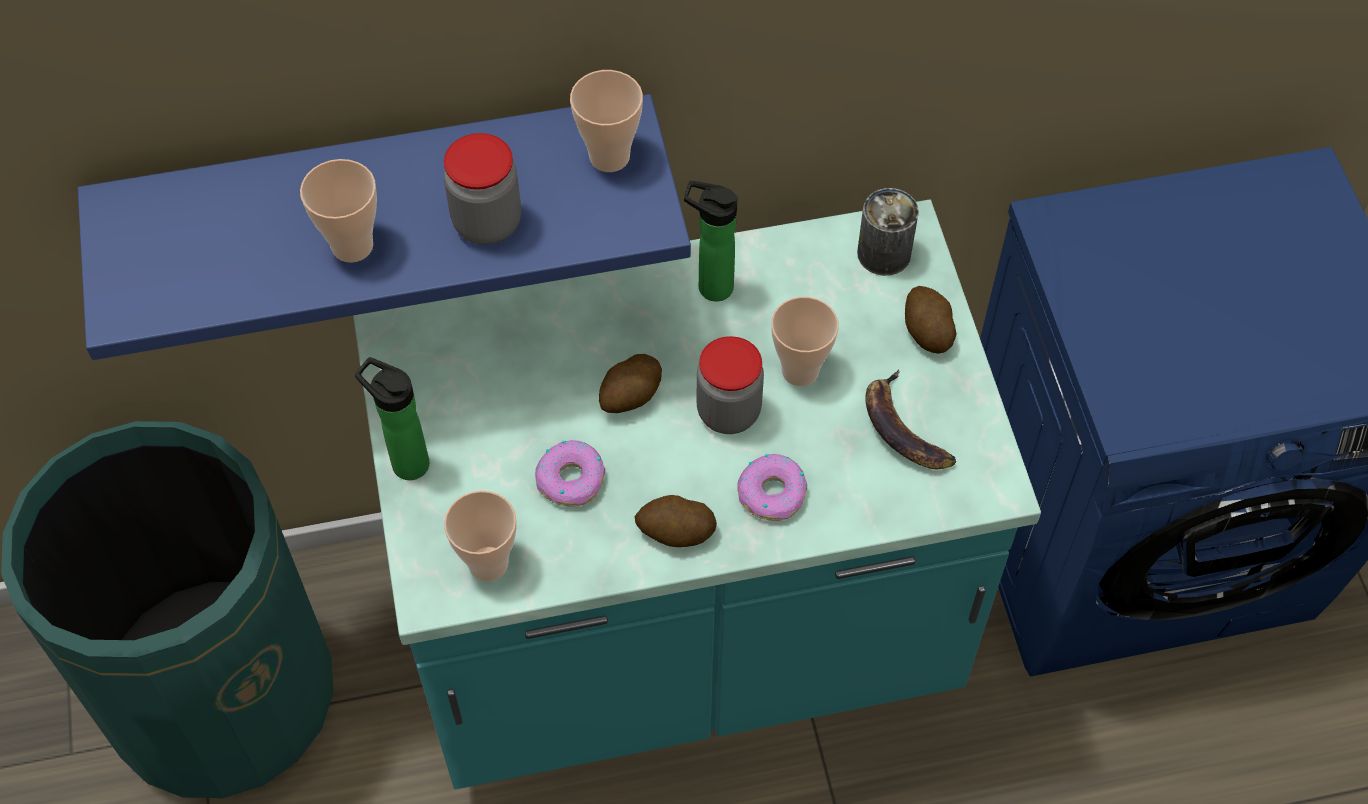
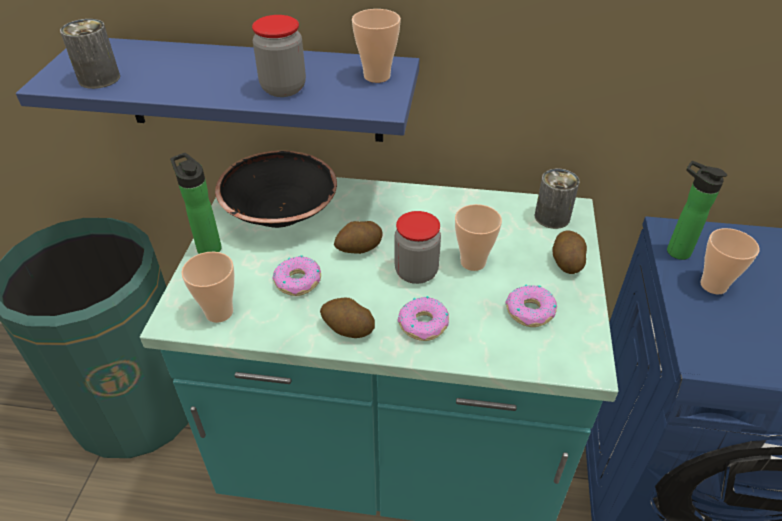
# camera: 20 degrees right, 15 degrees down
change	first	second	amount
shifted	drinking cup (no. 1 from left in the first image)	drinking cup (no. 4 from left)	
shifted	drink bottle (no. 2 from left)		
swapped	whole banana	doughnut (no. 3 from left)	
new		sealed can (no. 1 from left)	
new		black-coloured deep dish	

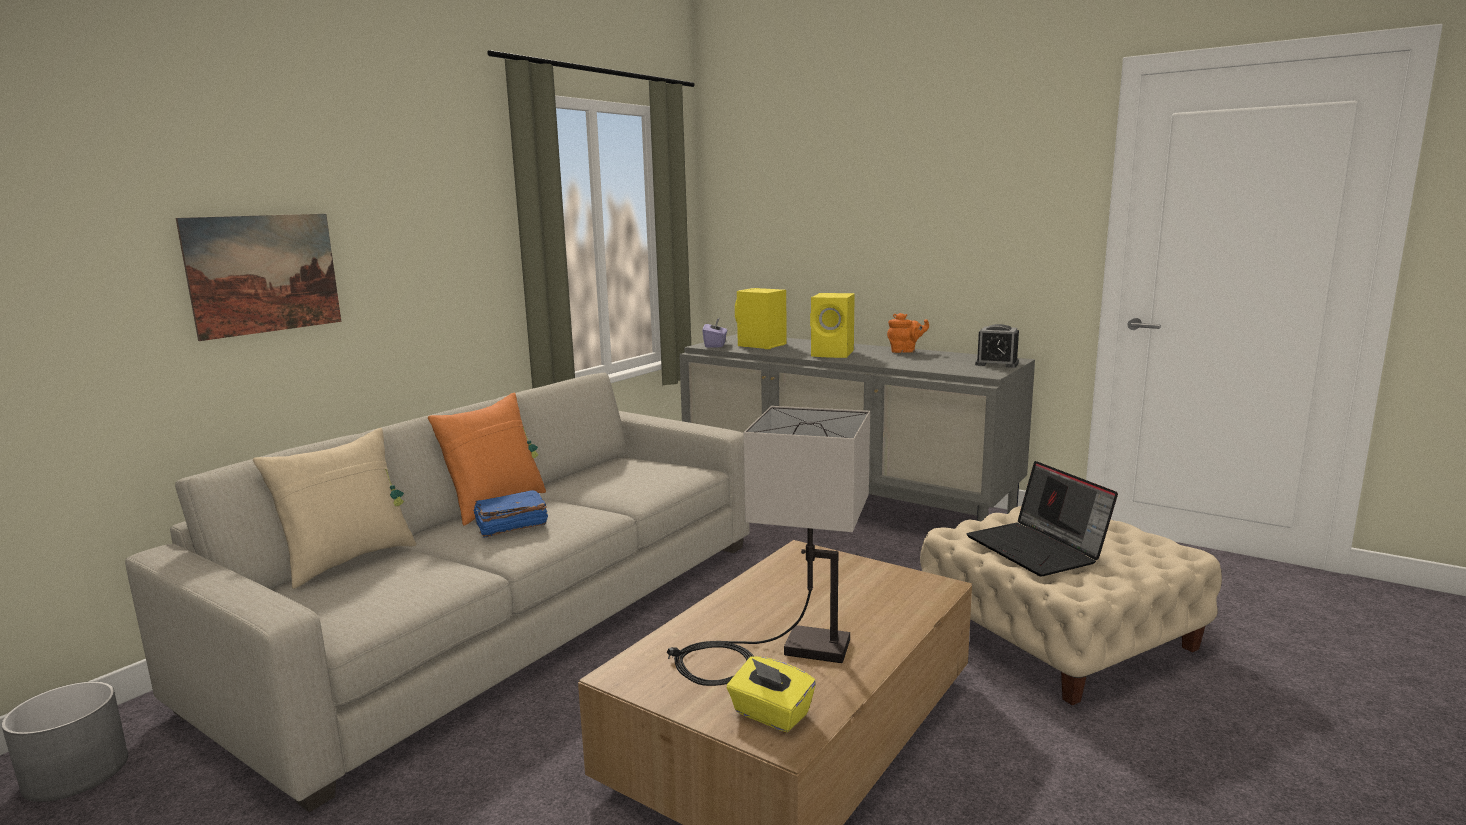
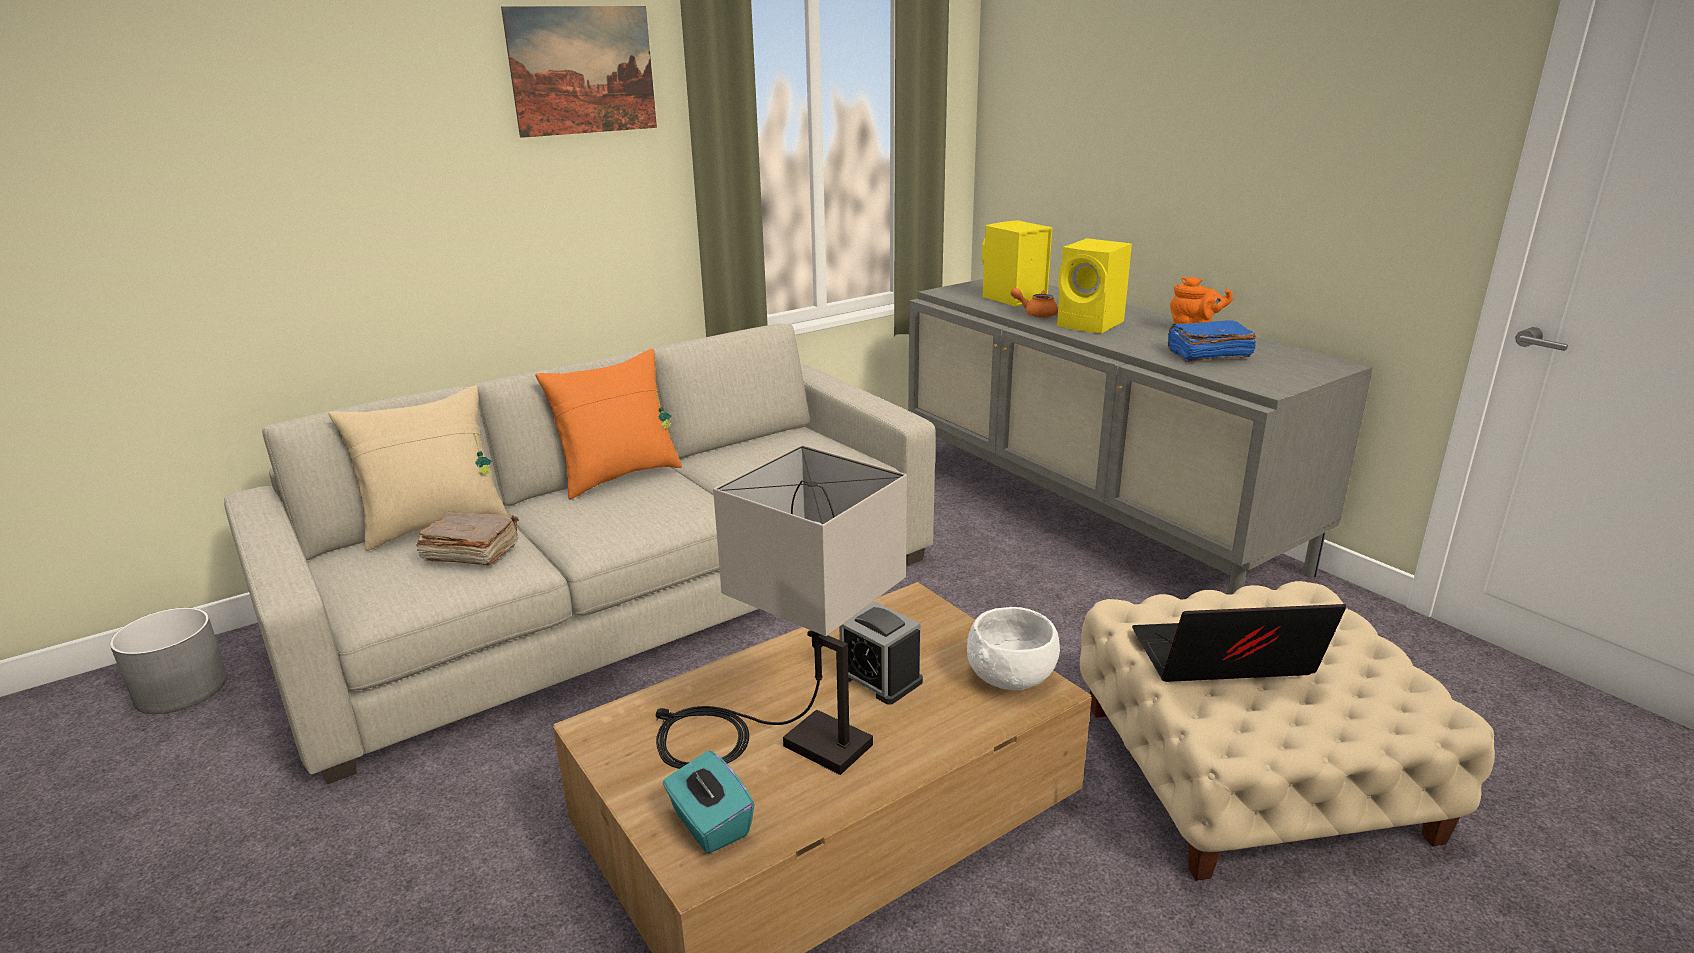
# camera: 20 degrees right, 10 degrees up
change	first	second	amount
shifted	wall picture		
shifted	bluish book		
gone	purple-coloured tissue holder		
repainted	yellow-coloured tissue holder	turquoise-coloured tissue holder	
rotated	laptop		90 degrees clockwise
shifted	bedside clock		
new		brownish book	
new		white-coloured deep dish	
new		orange teapot (no. 1 from left)	

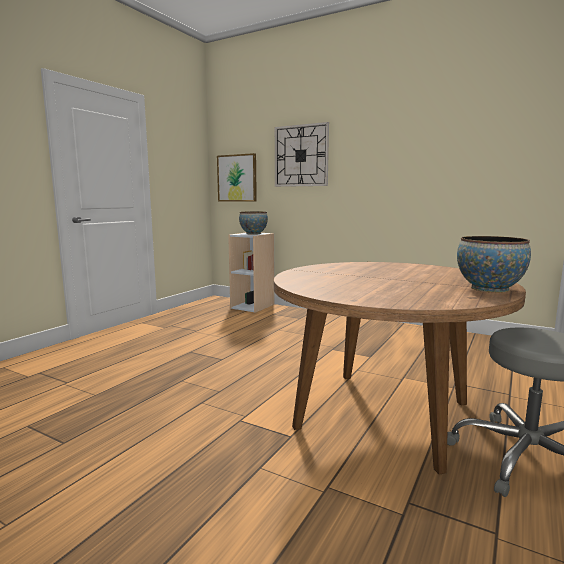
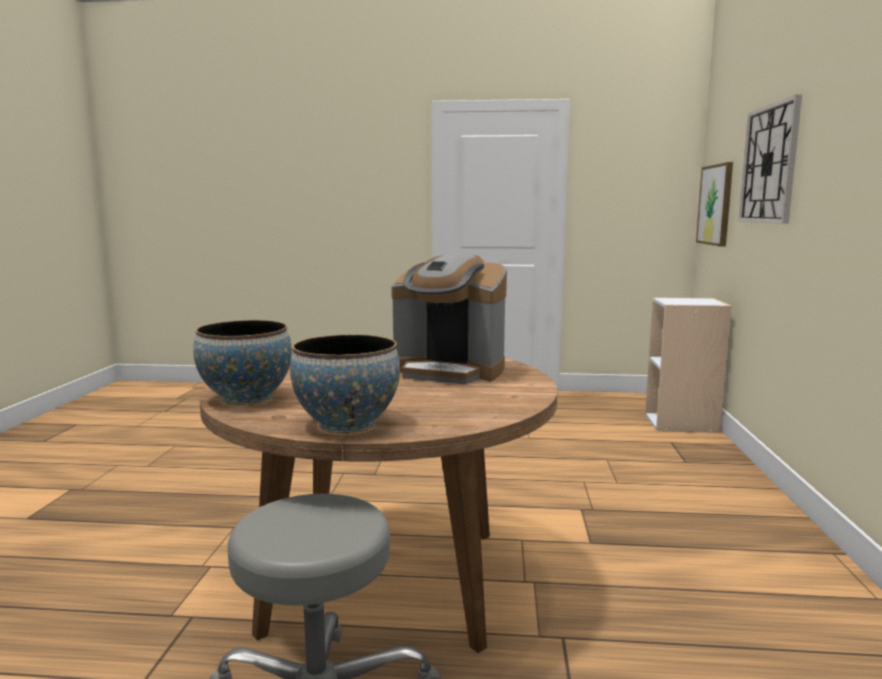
# camera: 65 degrees right, 0 degrees up
change	first	second	amount
shifted	deep dish (no. 1 from left)		
new		coffee machine	

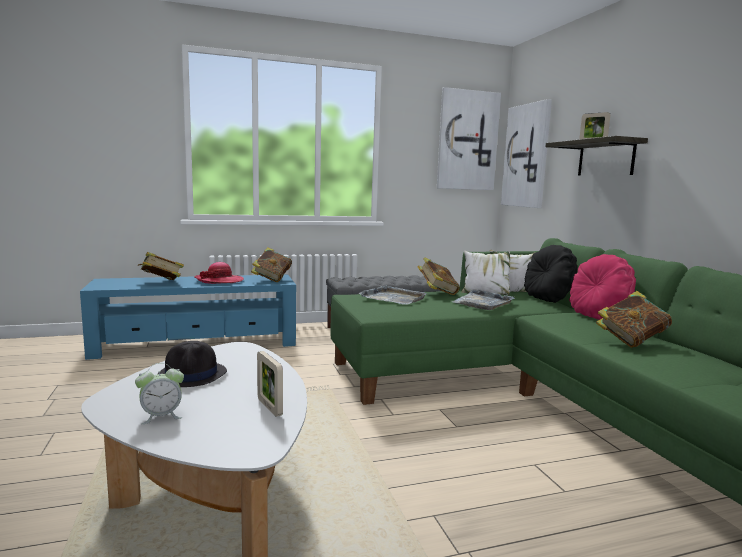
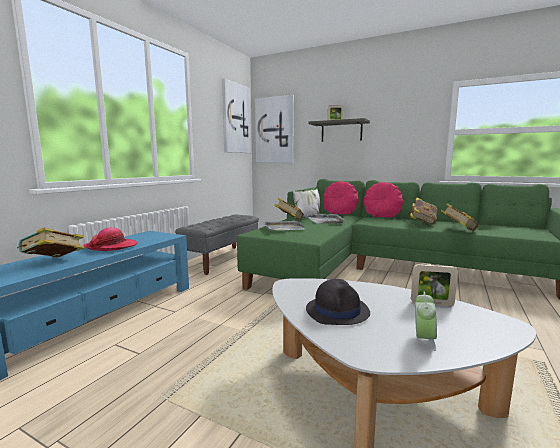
# camera: 45 degrees left, 0 degrees up
change	first	second	amount
shifted	book (no. 2 from left in the first image)	book (no. 4 from left)	
repainted	black-coloured cushion	pink cushion (no. 1 from left)	

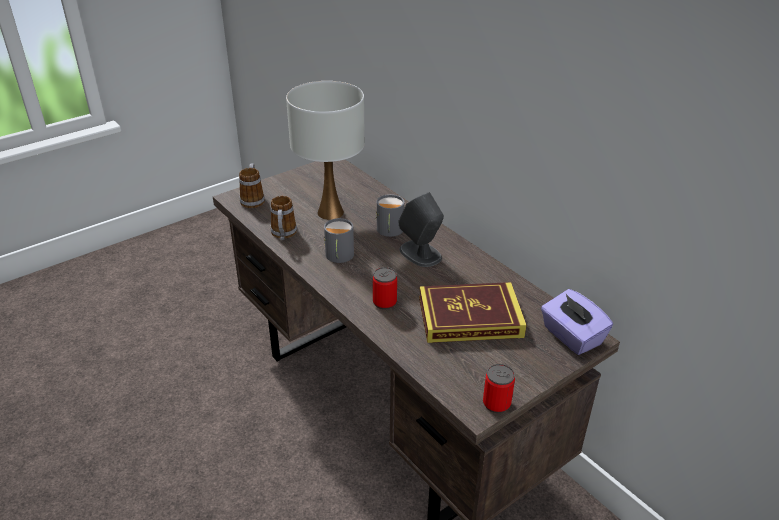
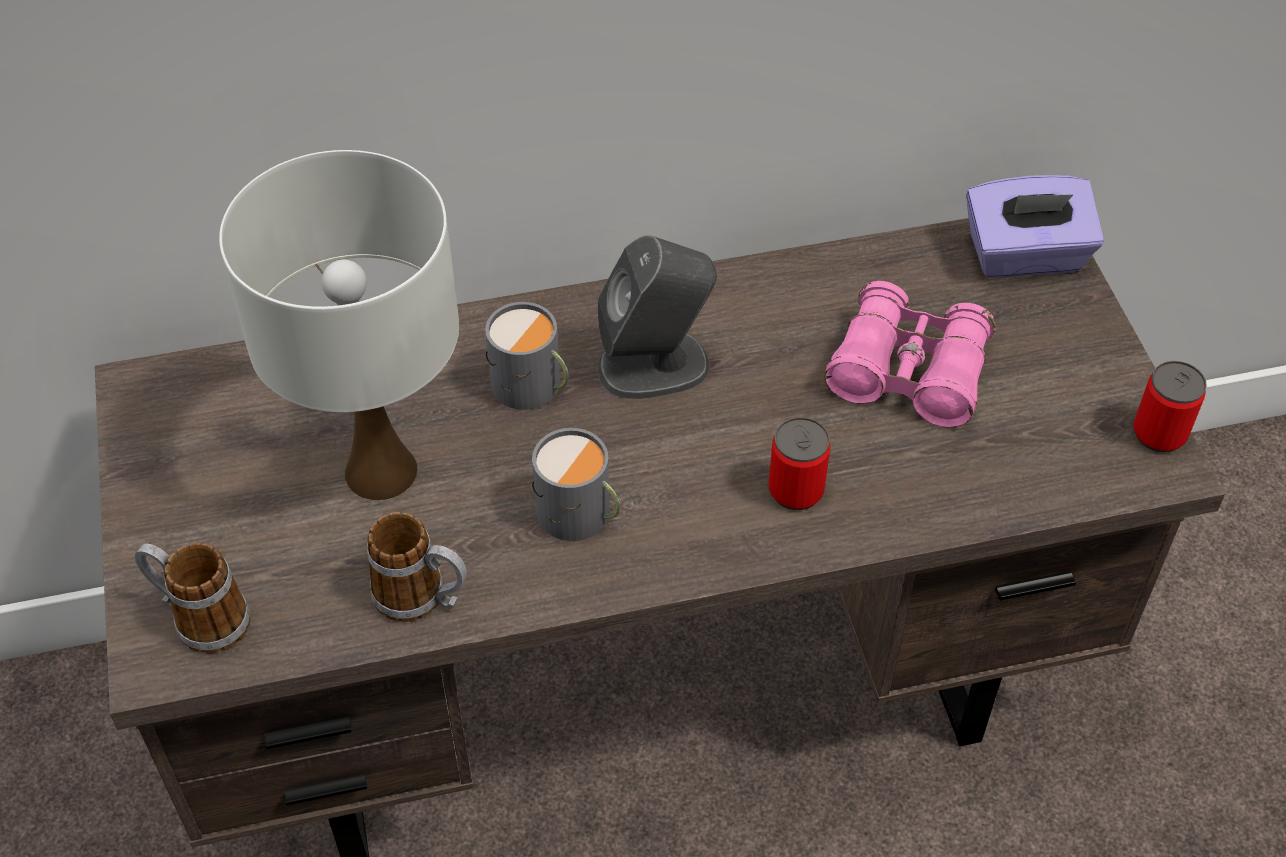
# camera: 65 degrees left, 15 degrees up
change	first	second	amount
swapped	book	pink pair of binoculars	

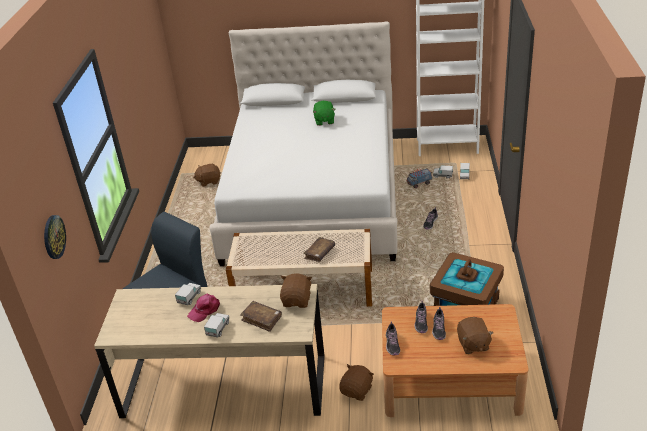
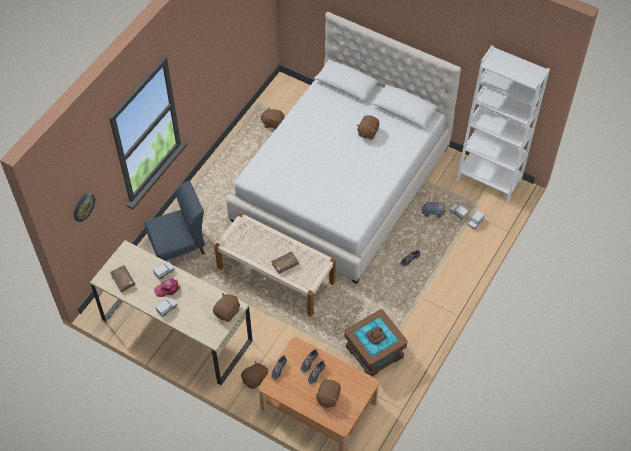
# camera: 25 degrees right, 20 degrees up
change	first	second	amount
shifted	brownish book (no. 1 from left)		
repainted	green-coloured soft toy	brownish soft toy (no. 5 from left)	

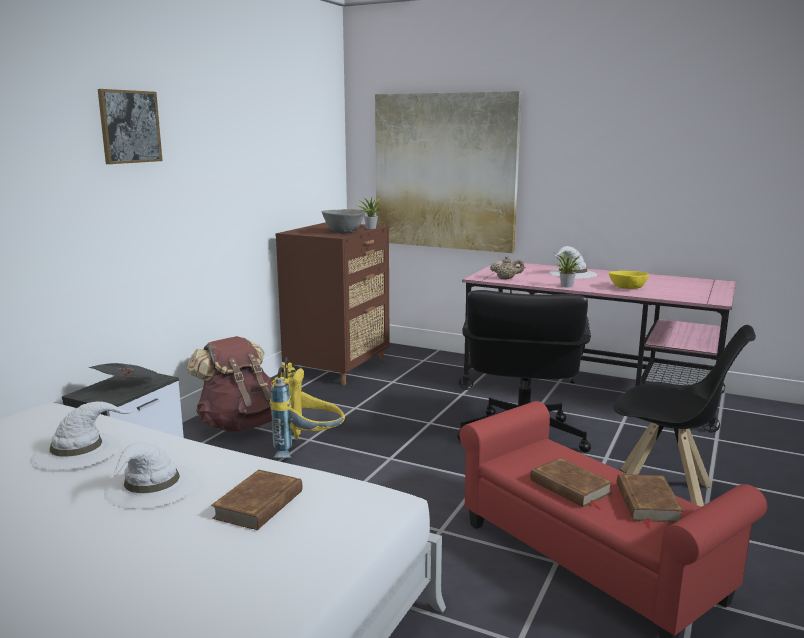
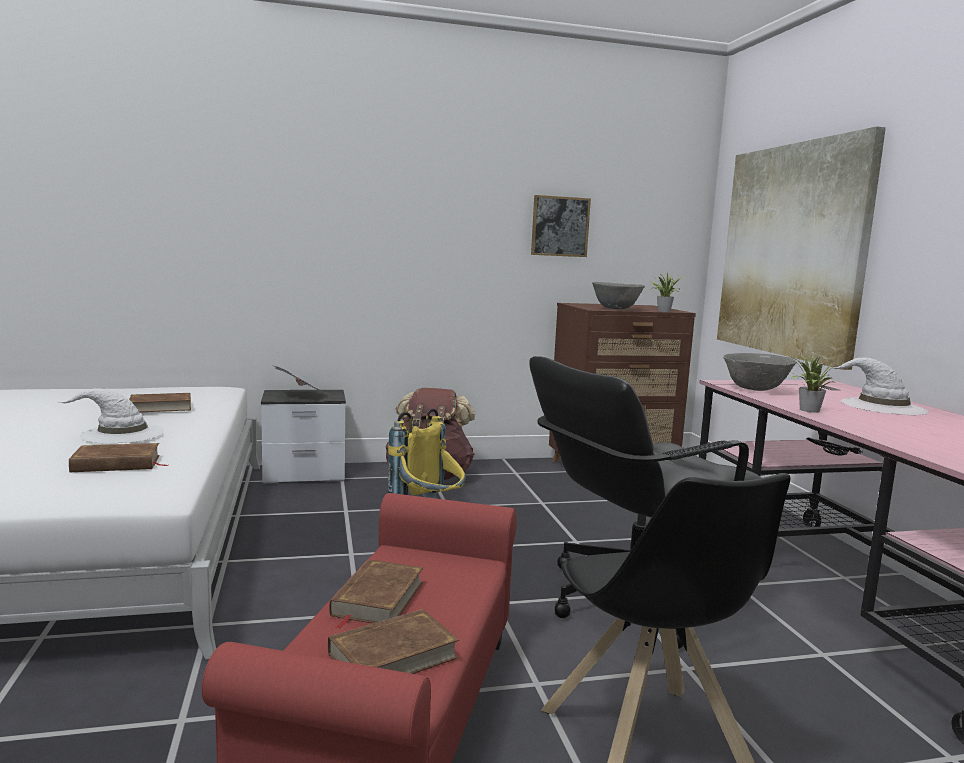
# camera: 50 degrees right, 5 degrees down
change	first	second	amount
swapped	white-coloured hat (no. 1 from left)	brownish book (no. 2 from left)	
shifted	wall picture (no. 1 from left)		
swapped	sand-coloured teapot	grey deep dish (no. 2 from left)	
gone	yellow-coloured deep dish		

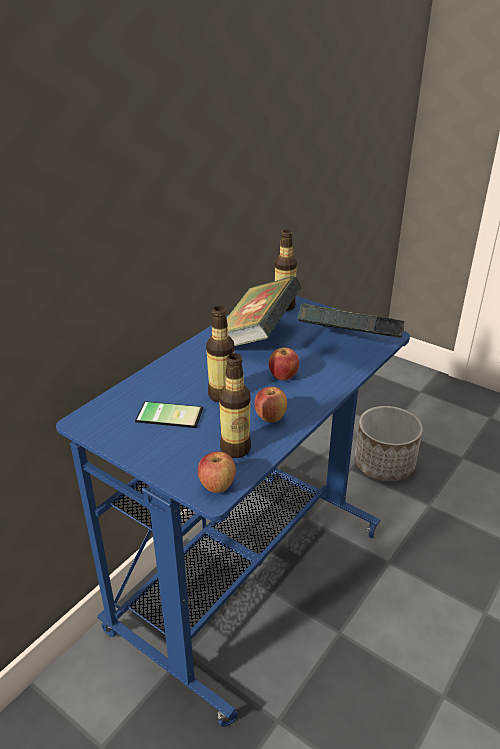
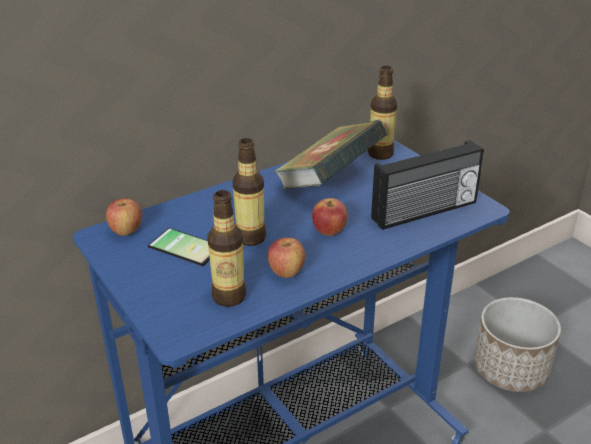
# camera: 20 degrees right, 0 degrees up
change	first	second	amount
shifted	apple fruit (no. 1 from left)		
swapped	book (no. 2 from left)	radio set	

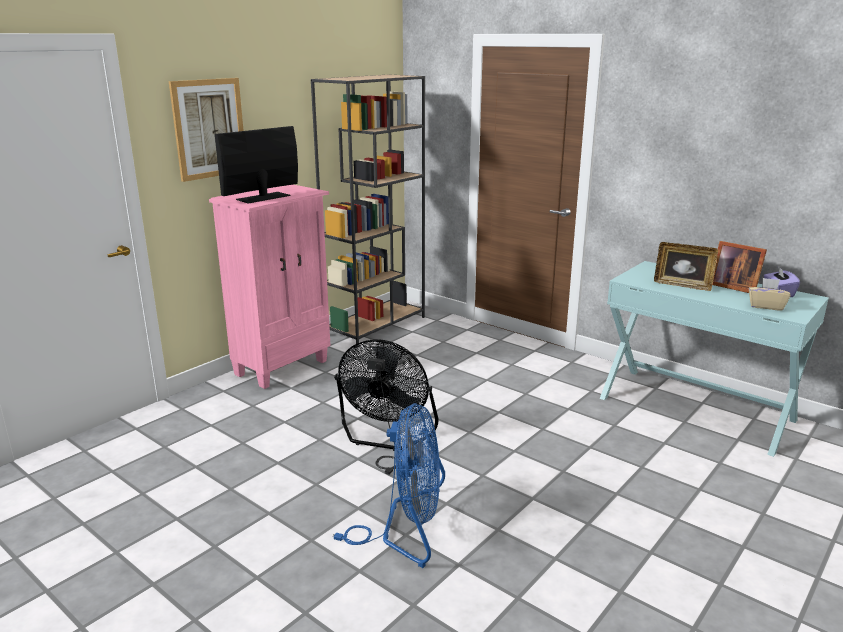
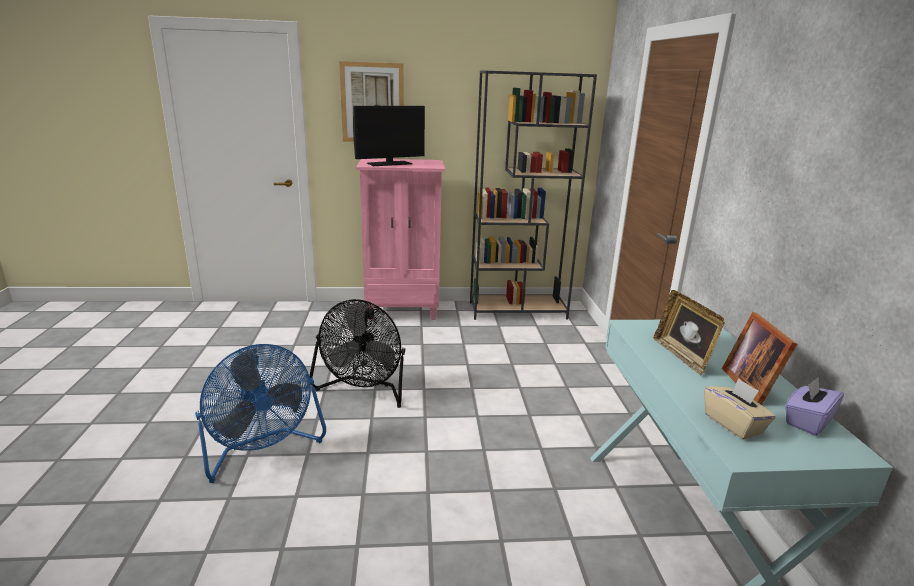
# camera: 45 degrees right, 0 degrees up
change	first	second	amount
rotated	computer display		150 degrees clockwise
rotated	black-coloured fan		135 degrees clockwise

